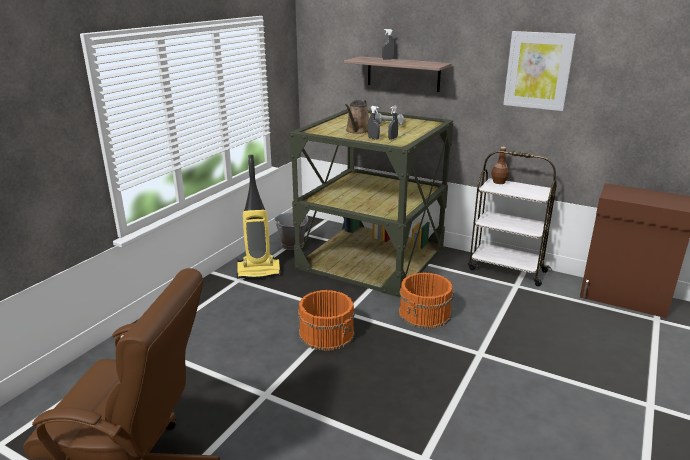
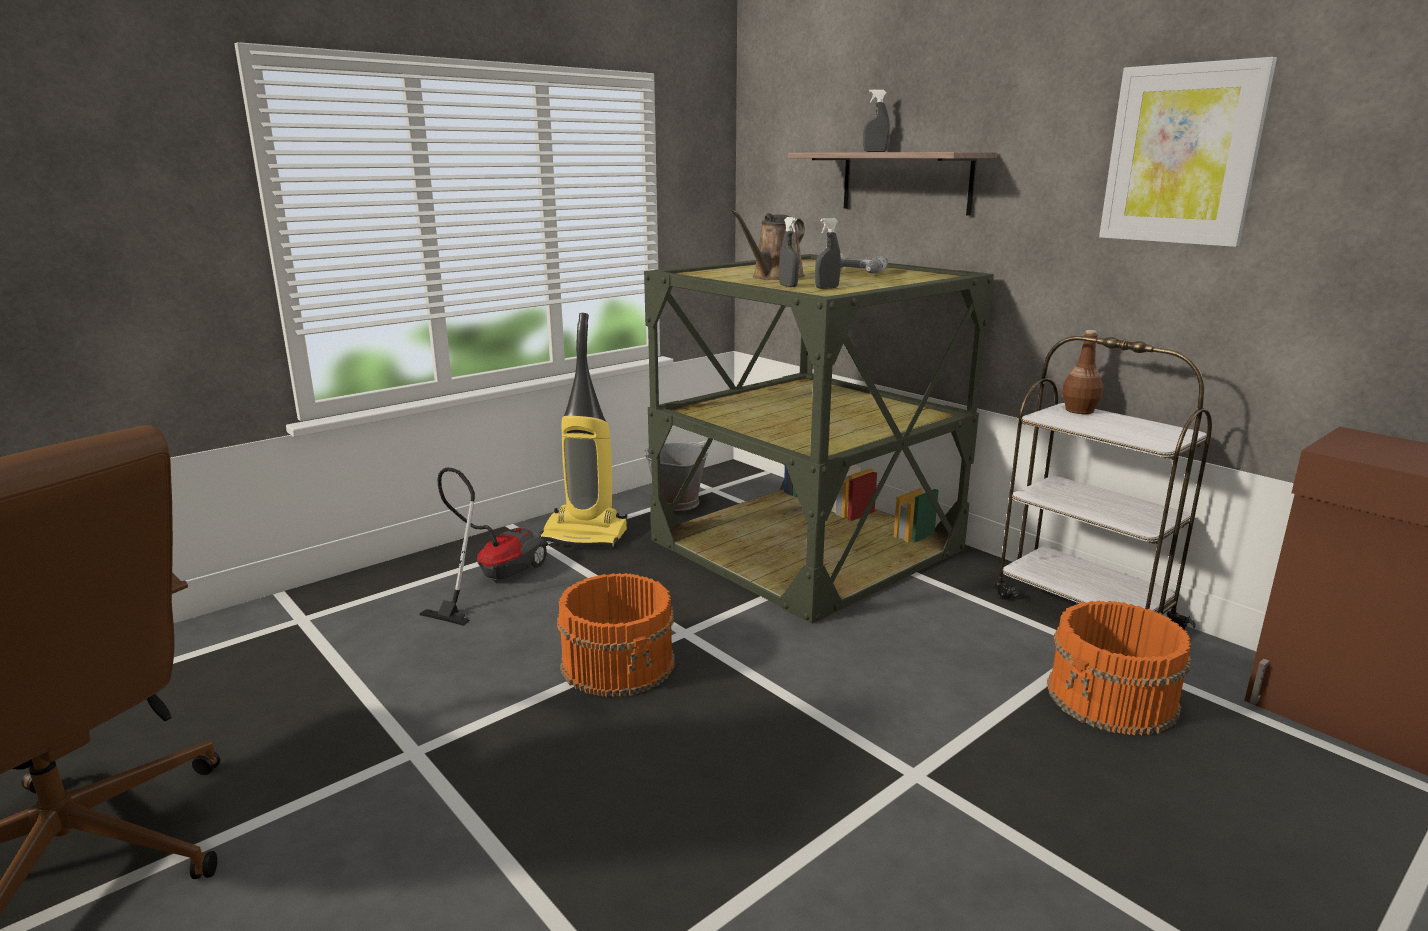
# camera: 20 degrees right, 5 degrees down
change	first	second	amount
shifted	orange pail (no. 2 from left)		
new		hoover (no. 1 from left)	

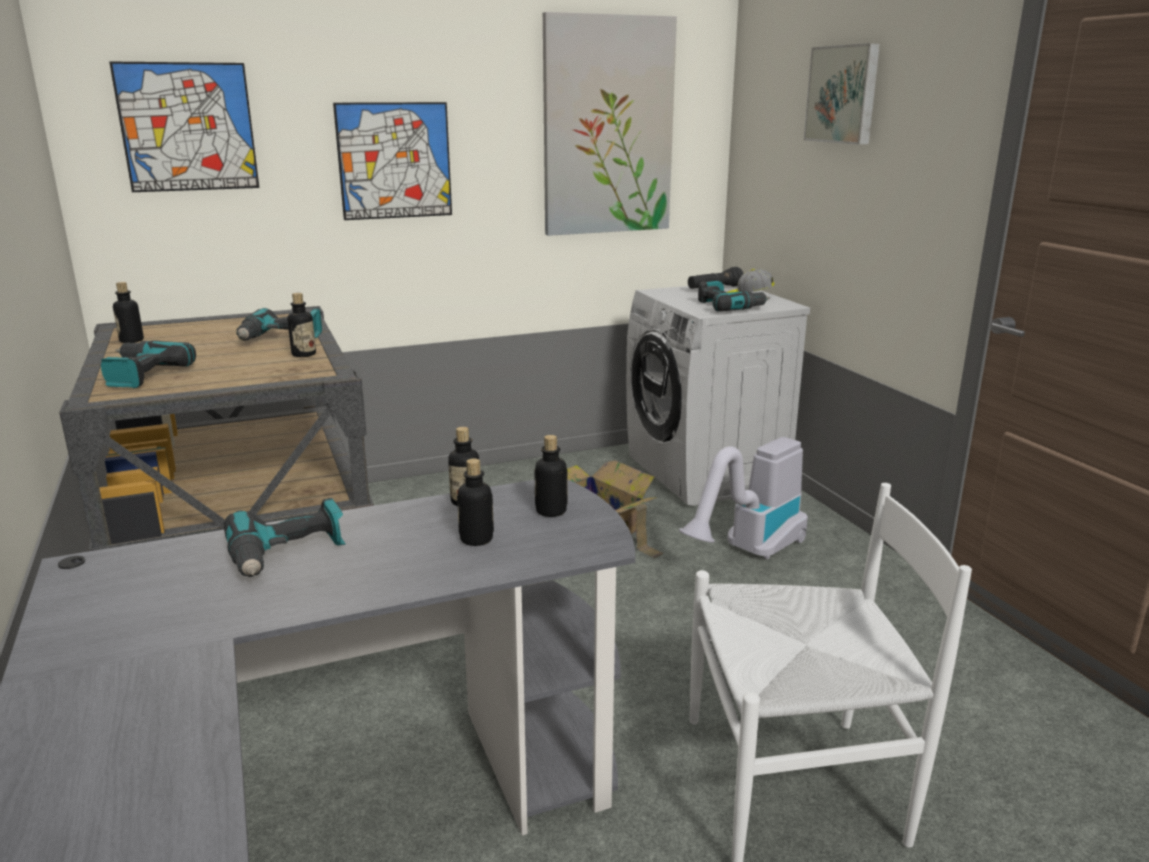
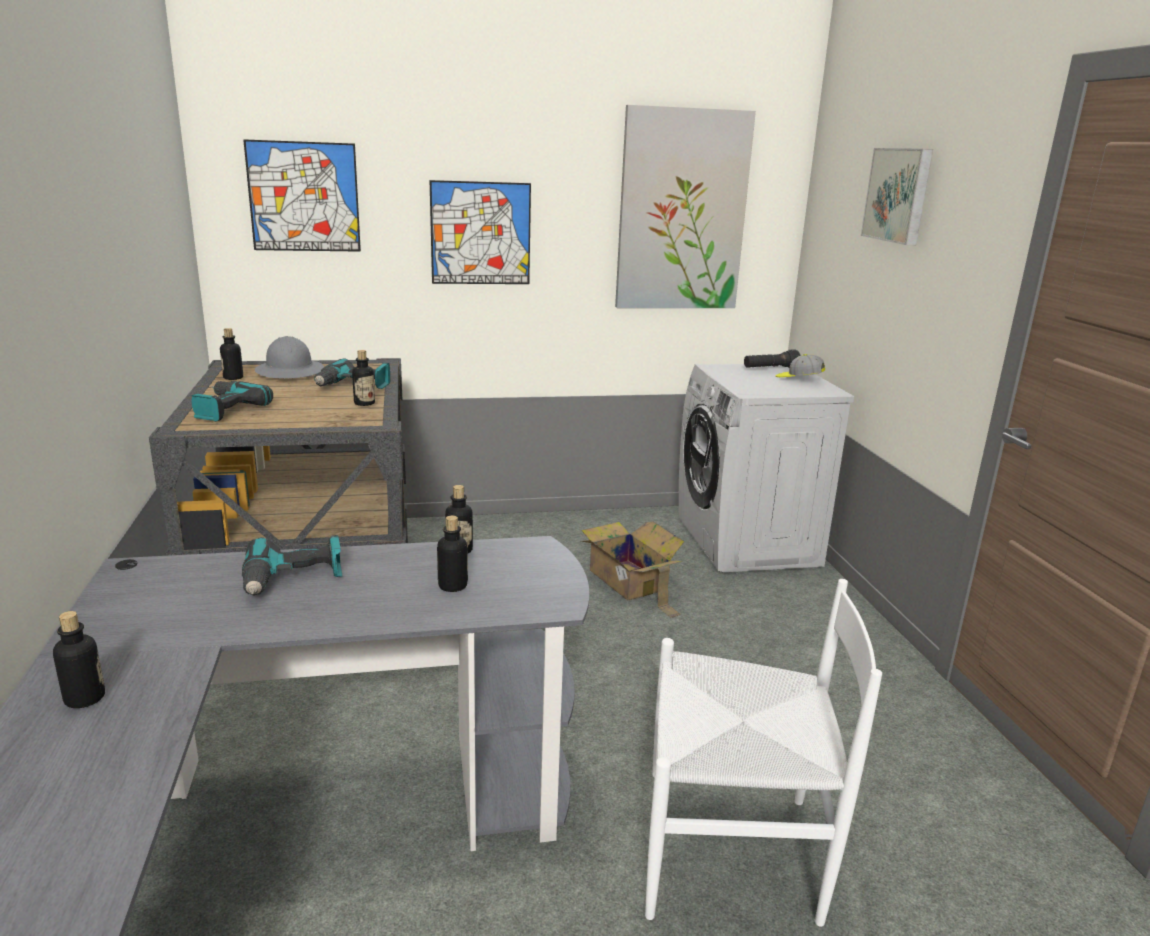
# camera: 10 degrees right, 0 degrees up
change	first	second	amount
shifted	drink bottle (no. 5 from left in the first image)	drink bottle (no. 1 from left)	
gone	hoover		
gone	electric drill (no. 4 from left)		
new		grey safety helmet	

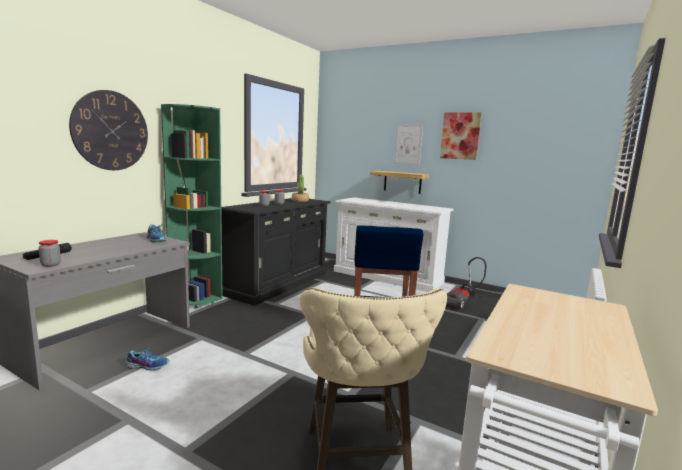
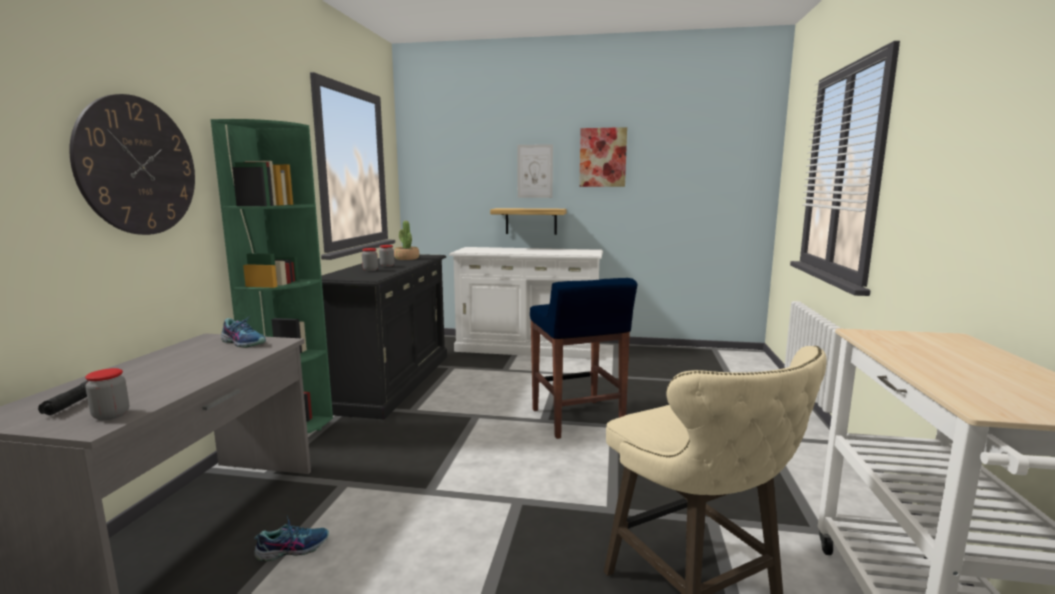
# camera: 20 degrees left, 0 degrees up
change	first	second	amount
gone	hoover		

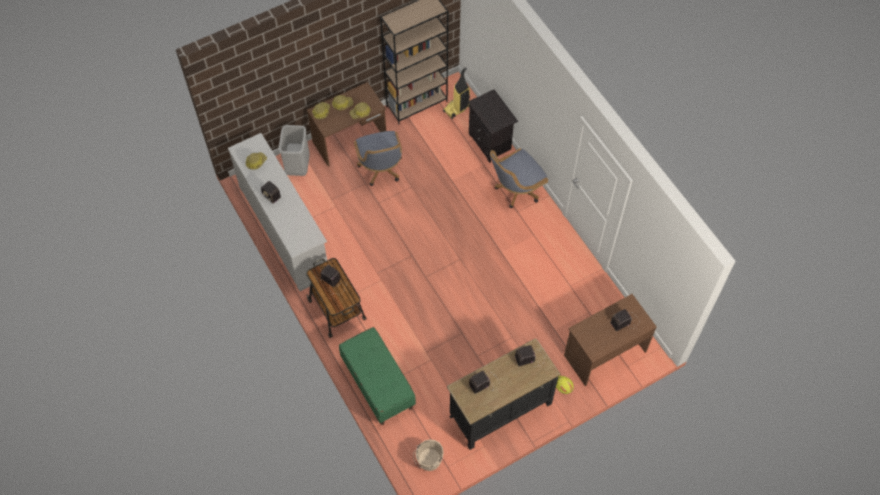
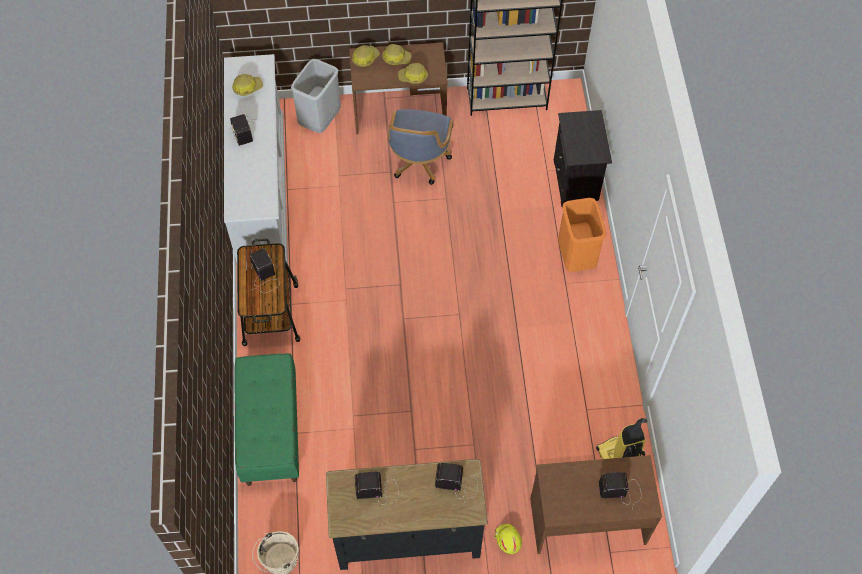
# camera: 25 degrees right, 0 degrees up
change	first	second	amount
shifted	hoover		
swapped	bluish desk chair (no. 2 from left)	orange waste bin	

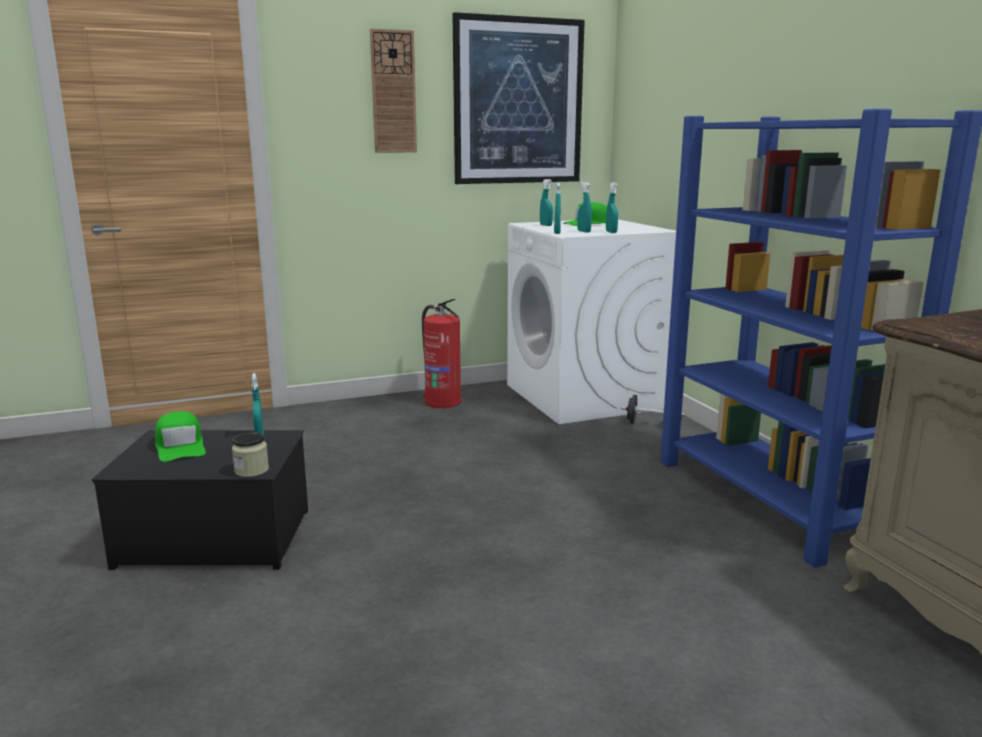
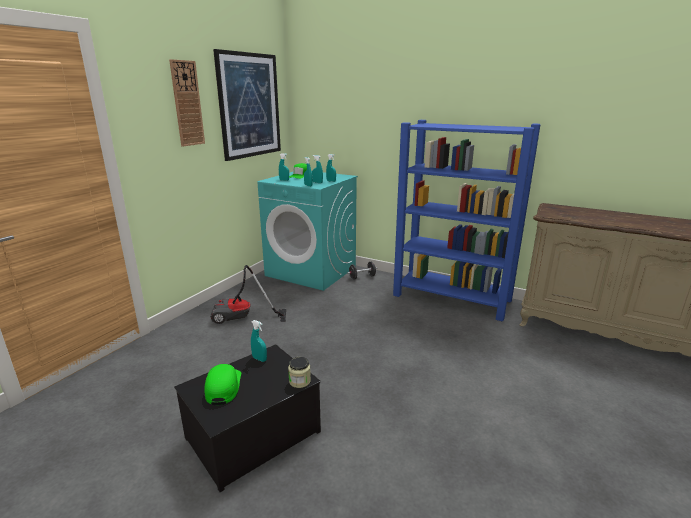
# camera: 40 degrees left, 5 degrees up
change	first	second	amount
rotated	green-coloured cap (no. 1 from left)		120 degrees counterclockwise
gone	extinguisher		
repainted	white-coloured laundry machine	turquoise-coloured laundry machine	
new		hoover	

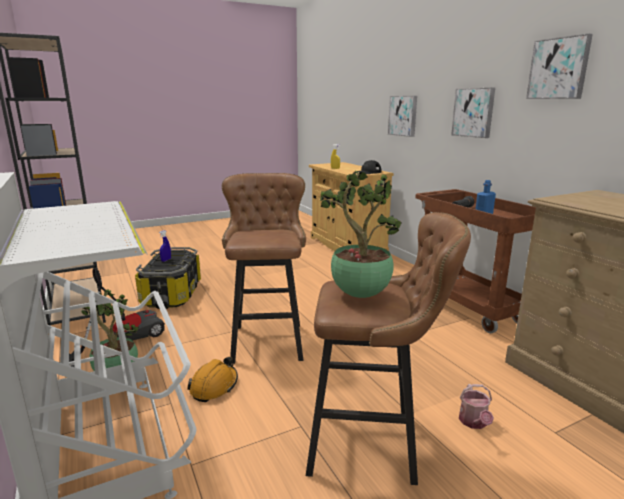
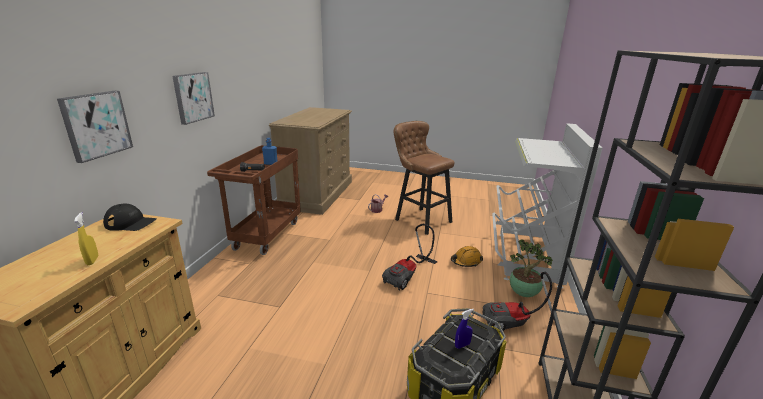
# camera: 140 degrees left, 5 degrees up
change	first	second	amount
swapped	brownish sitting stool (no. 1 from left)	hoover (no. 1 from left)	
gone	potted plant (no. 2 from left)		
gone	wall picture (no. 3 from left)		

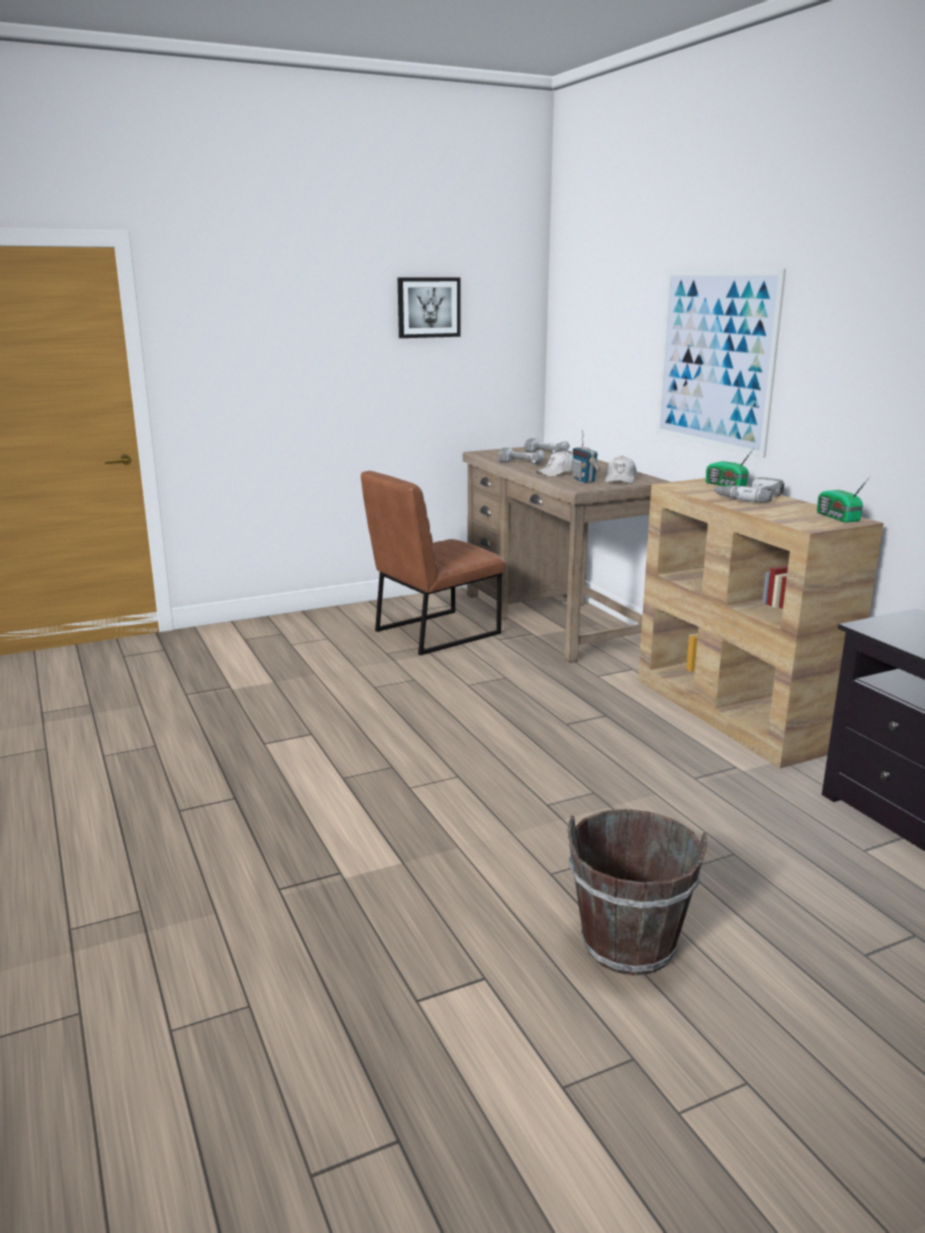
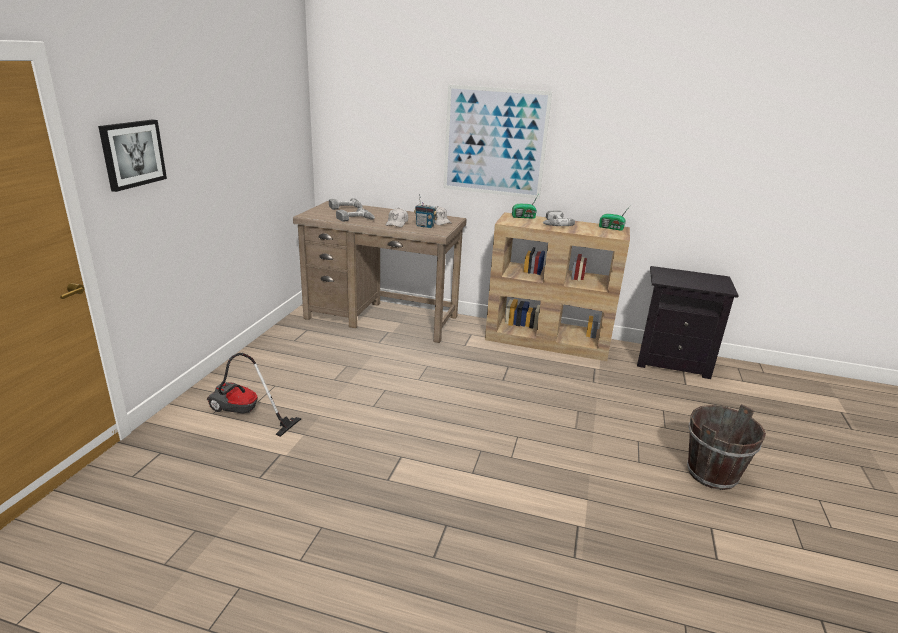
# camera: 50 degrees left, 5 degrees up
change	first	second	amount
gone	brownish upright chair		
shifted	wall picture (no. 1 from left)		
new		hoover	

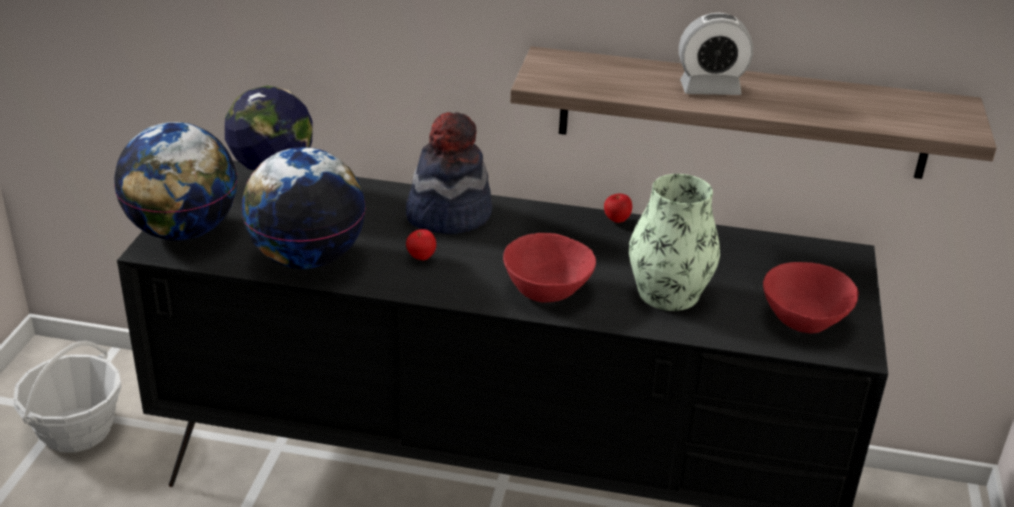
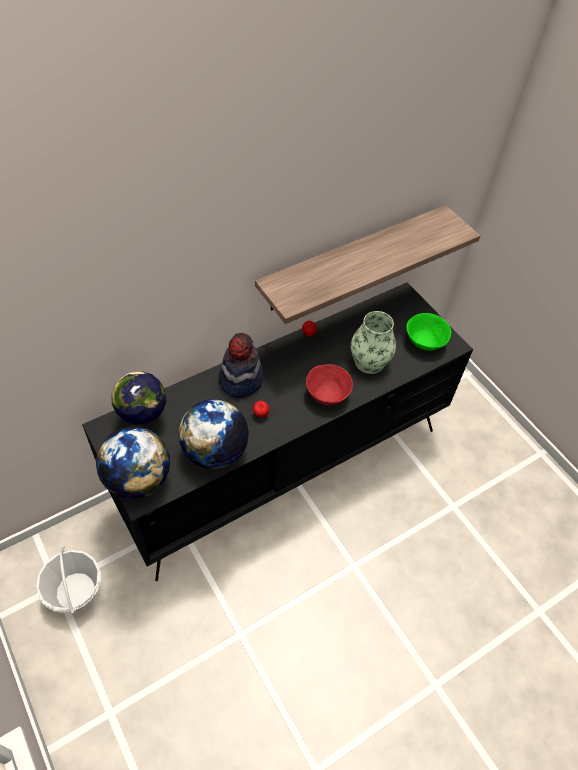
# camera: 45 degrees left, 20 degrees up
change	first	second	amount
gone	bedside clock		
repainted	reddish deep dish (no. 2 from left)	green-coloured deep dish	

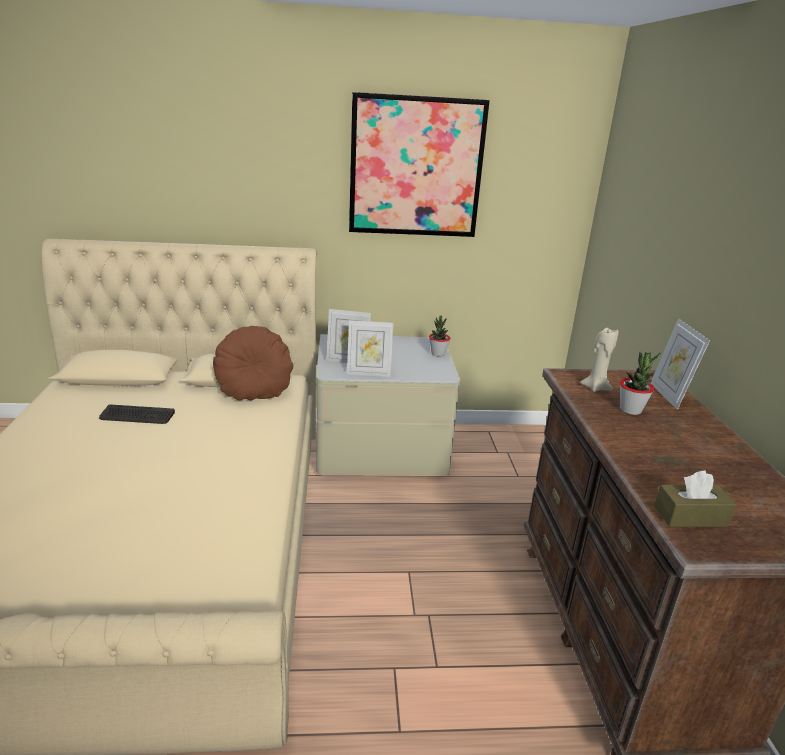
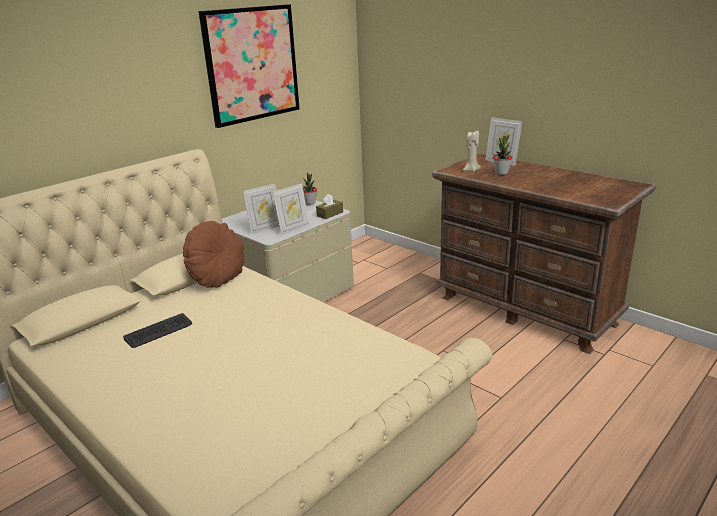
# camera: 40 degrees left, 0 degrees up
change	first	second	amount
shifted	brownish tissue holder		

